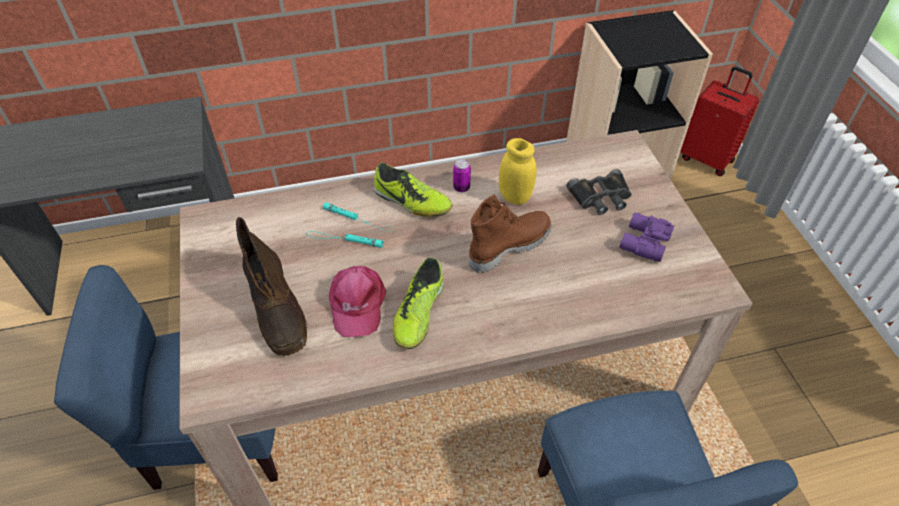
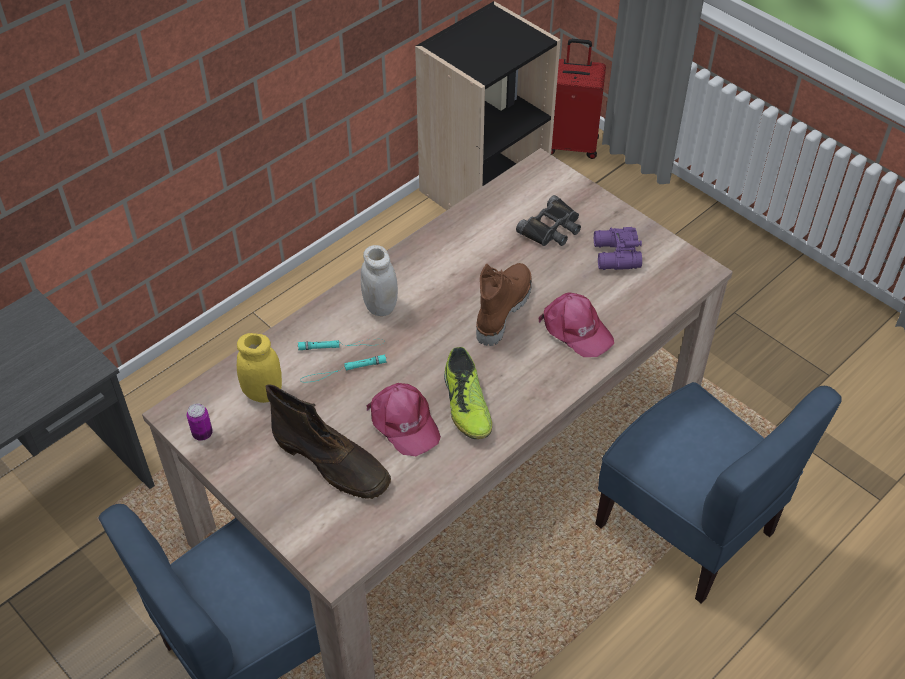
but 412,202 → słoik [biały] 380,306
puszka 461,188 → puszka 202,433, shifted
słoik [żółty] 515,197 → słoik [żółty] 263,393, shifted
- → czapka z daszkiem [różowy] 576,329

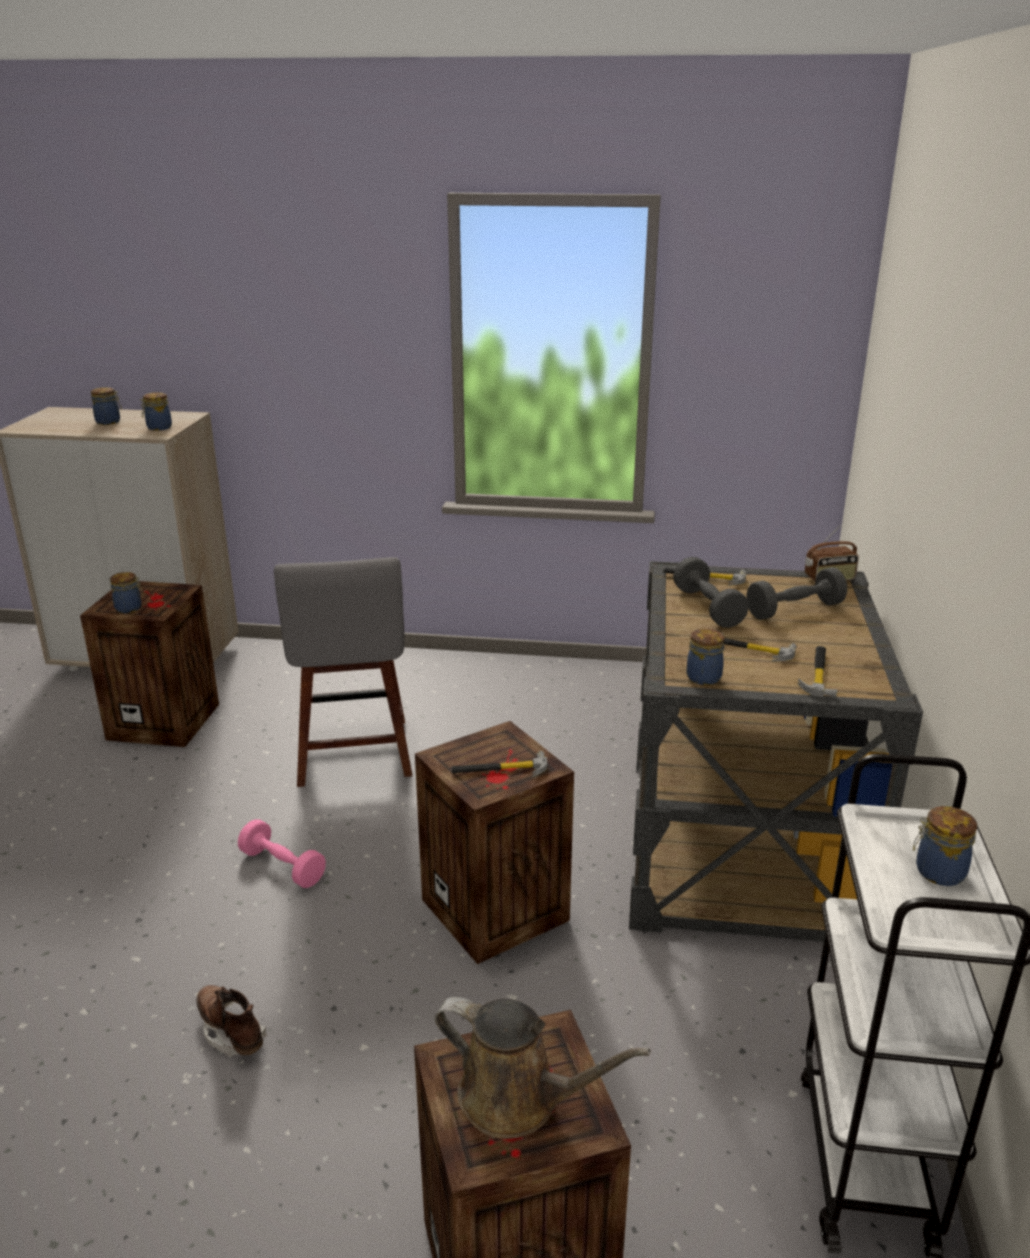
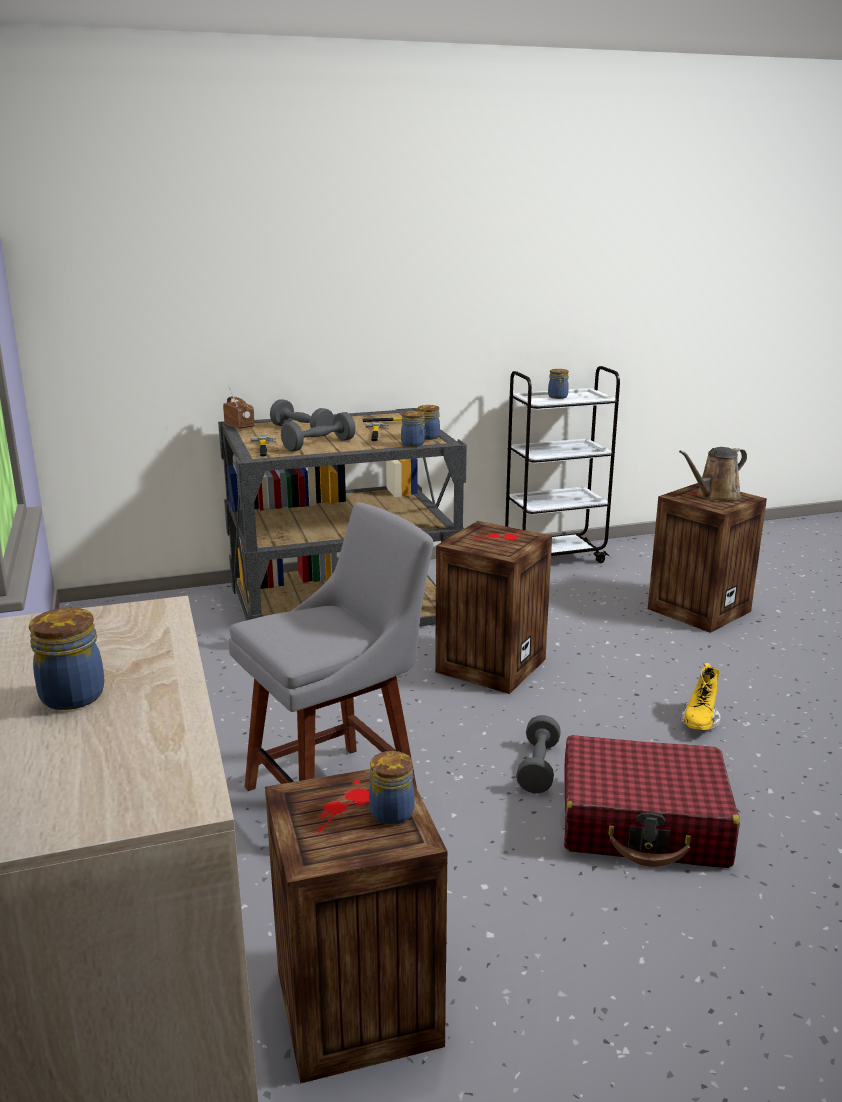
słoik 158,428 → słoik 413,444, shifted
but z cholewką [brązowy] 231,1032 → but z cholewką [żółty] 699,722
hantel [różowy] 283,867 → hantel [szary] 538,767
konewka [brązowy] 518,1099 → konewka [brązowy] 715,496, 120 degrees counterclockwise
młotek 499,770 → -
- → walizka [czerwony] 643,822

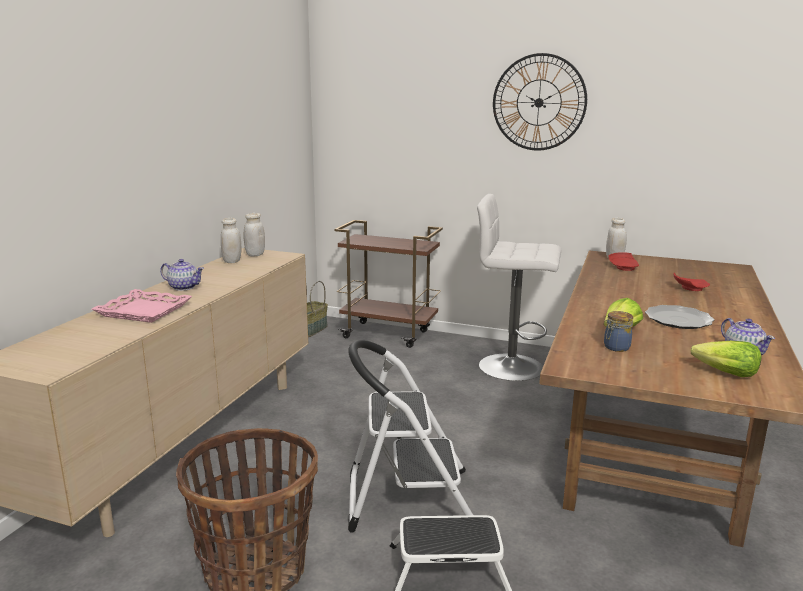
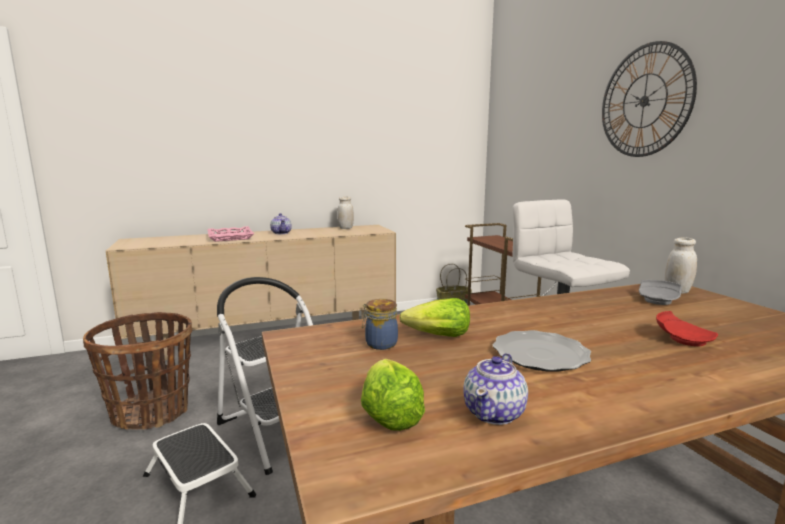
słoik [biały] 255,254 → -
talerz [czerwony] 624,267 → talerz [szary] 658,300

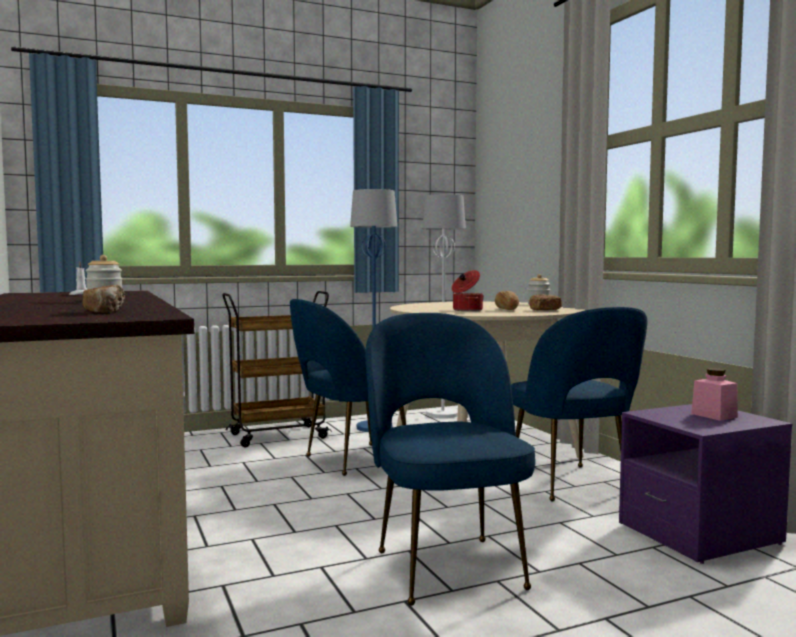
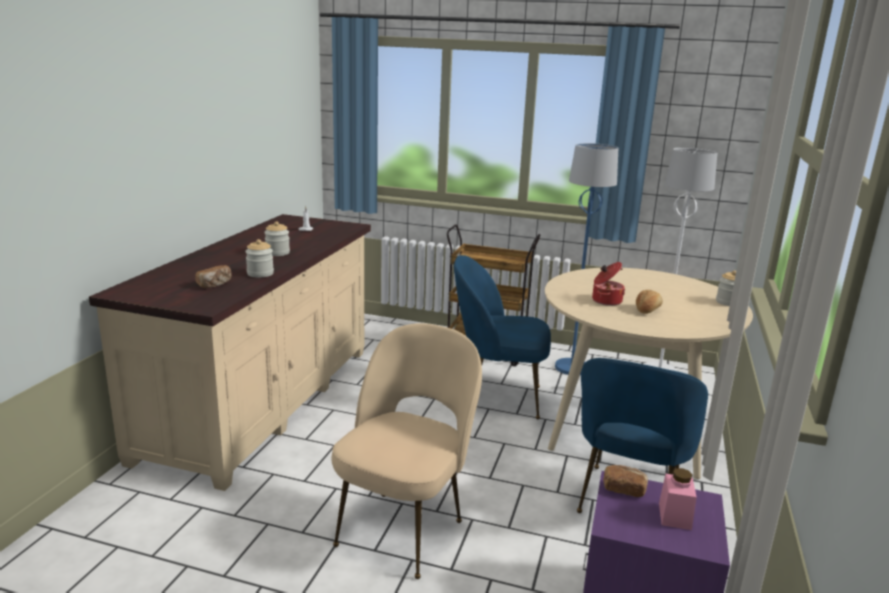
krzesło [niebieski] 446,563 → krzesło [beżowy] 405,527
chleb 544,310 → chleb 623,489, shifted
- → słoik 260,273

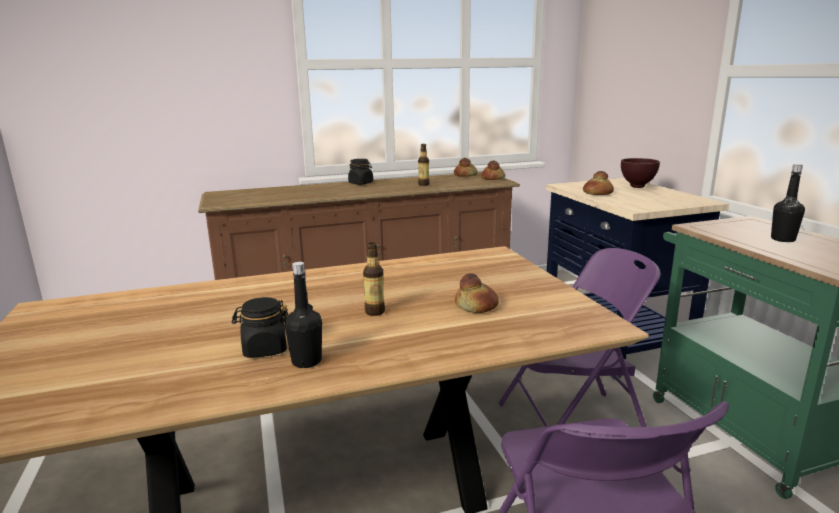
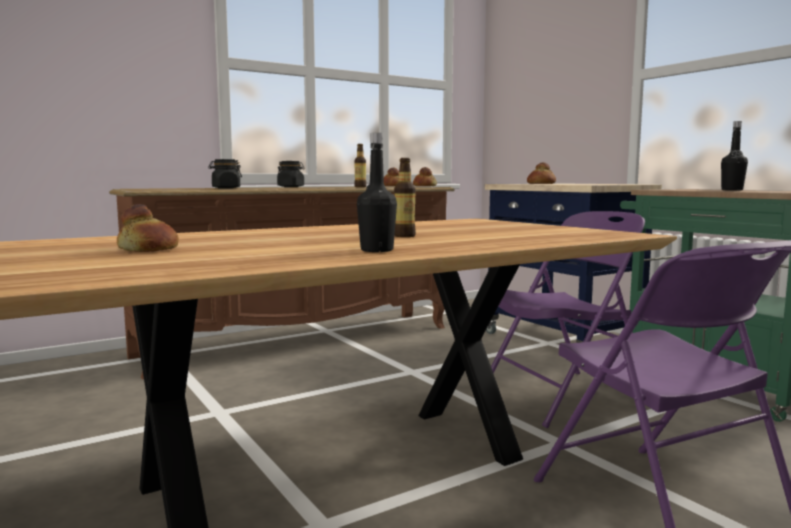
słoik [czarny] 265,349 → słoik [czarny] 226,188, shifted
chleb 476,305 → chleb 149,249, shifted
miska [brązowy] 636,186 → -

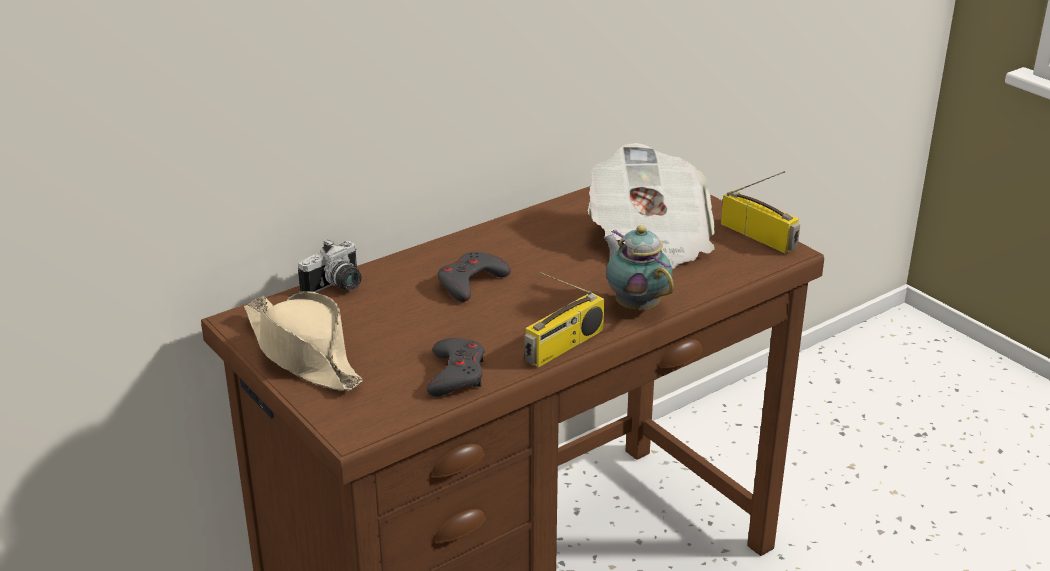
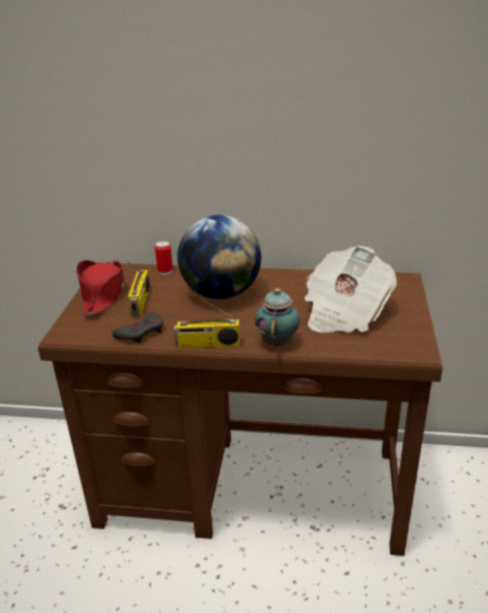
kapelusz [beżowy] 303,354 → kapelusz [czerwony] 103,294
aparat fotograficzny 337,287 → puszka 165,271
pad do gier [szary] 470,282 → globus 221,293
radio 760,236 → radio 141,302, shifted

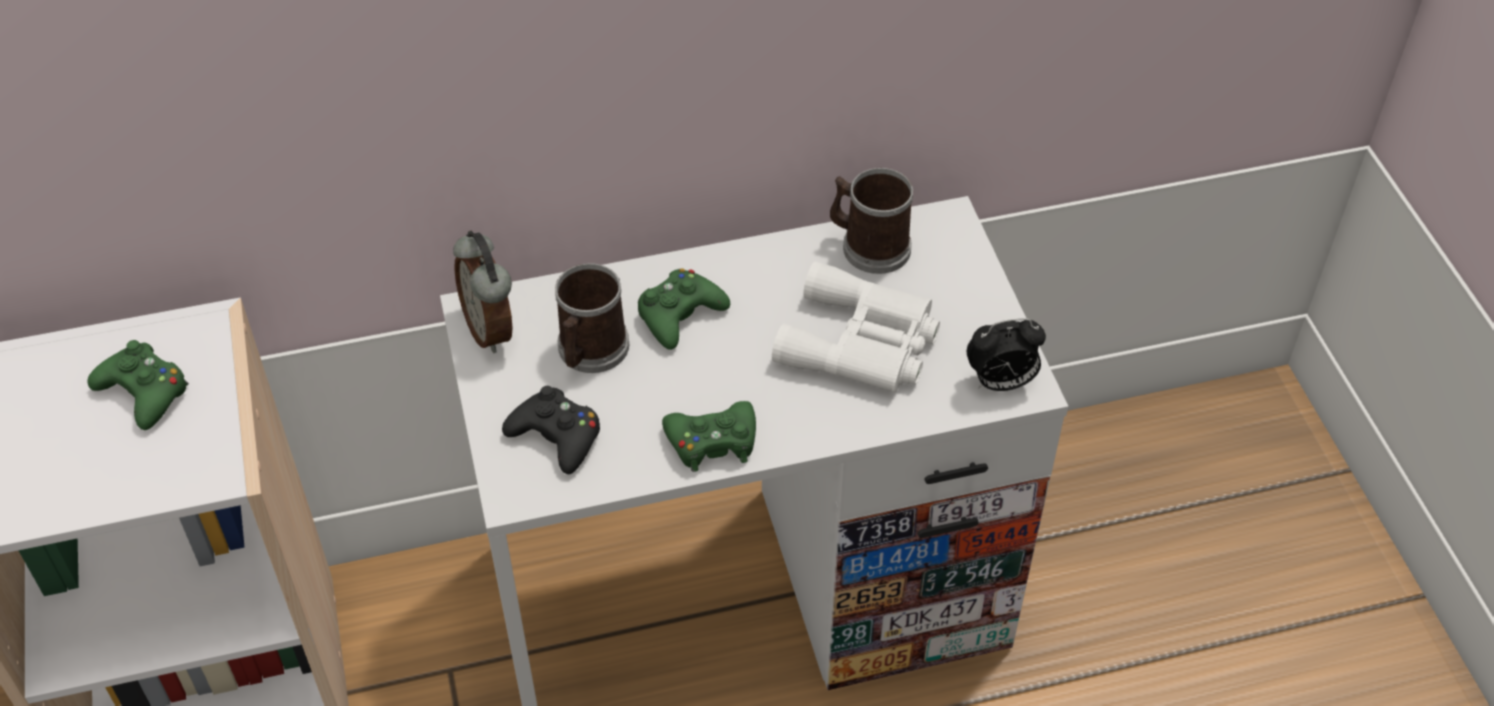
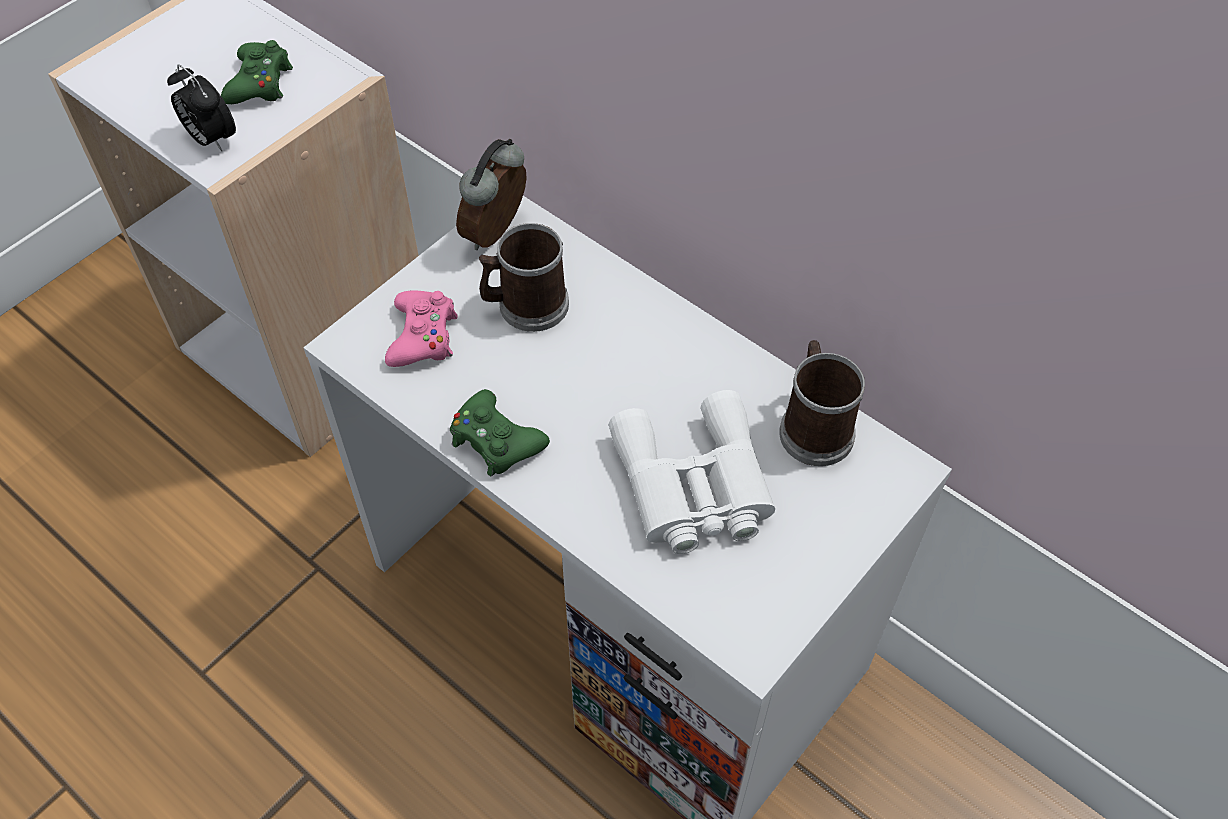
pad do gier [czarny] 557,436 → pad do gier [różowy] 423,336
pad do gier [zielony] 679,315 → -
budzik 1000,382 → budzik 211,139, shifted

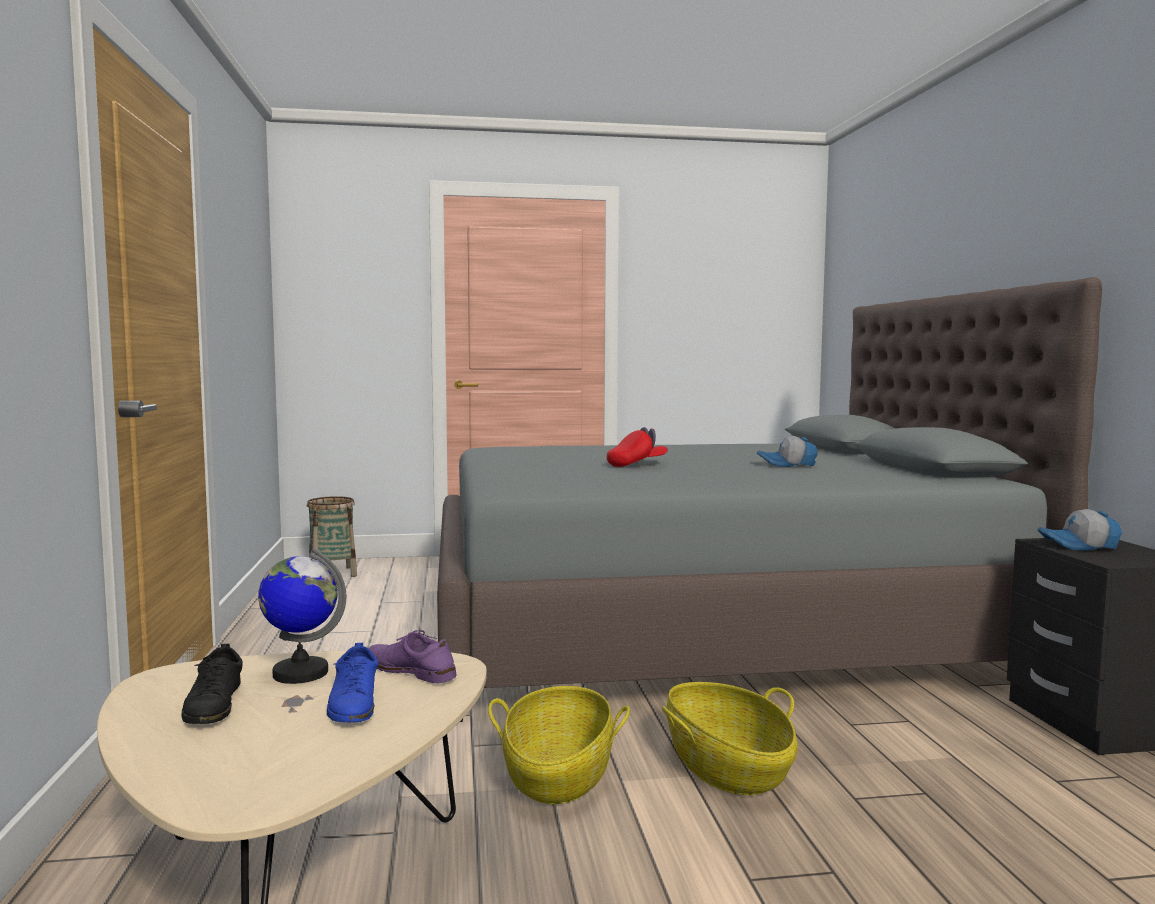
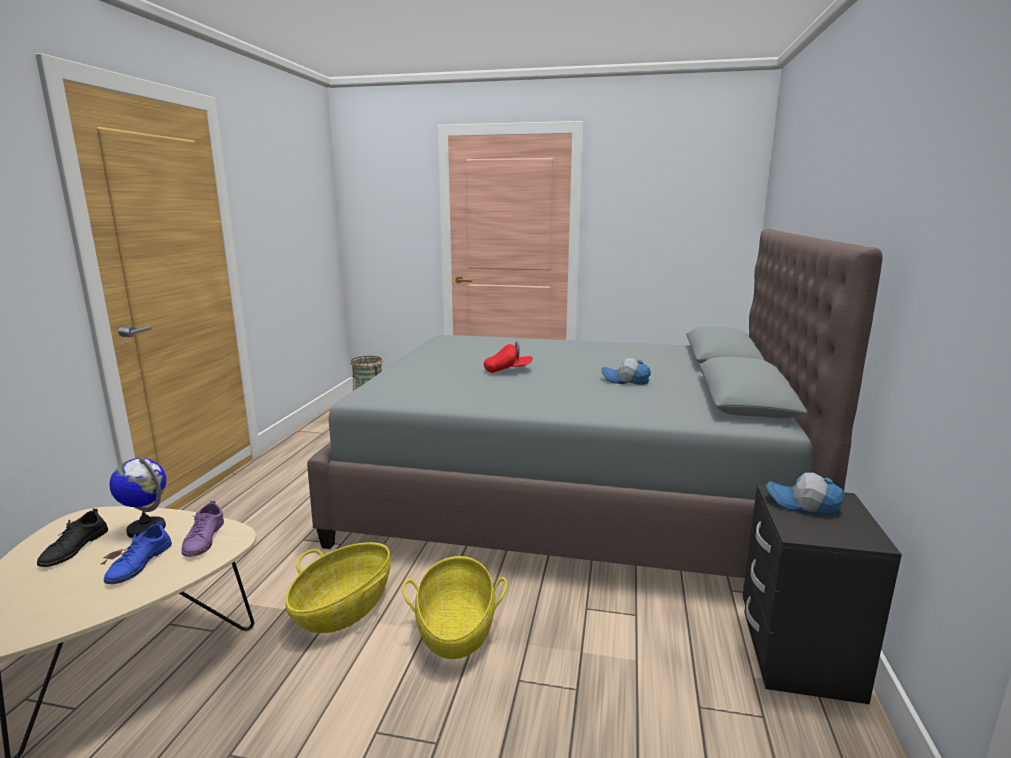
but [fioletowy] 410,670 → but [fioletowy] 204,539, 150 degrees counterclockwise

